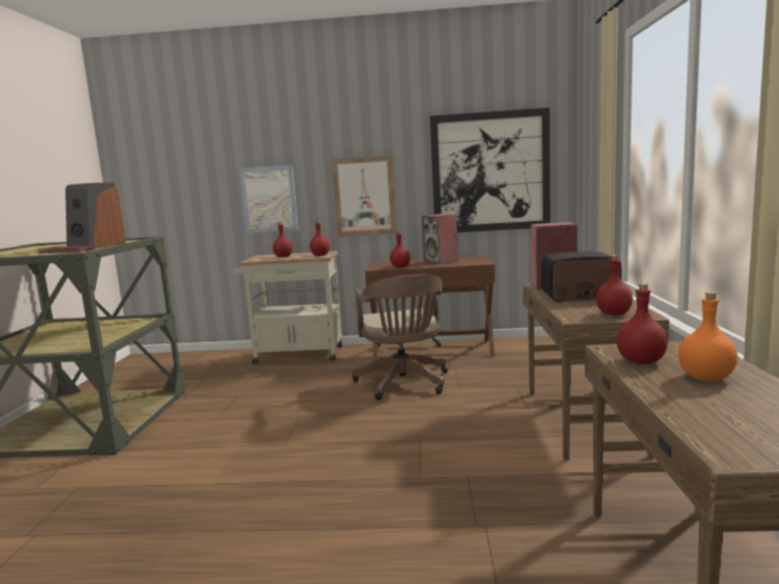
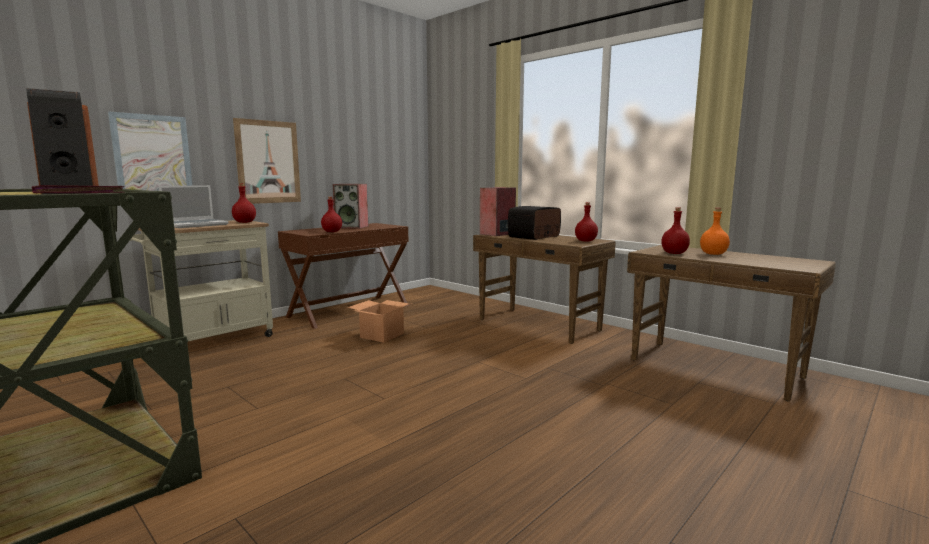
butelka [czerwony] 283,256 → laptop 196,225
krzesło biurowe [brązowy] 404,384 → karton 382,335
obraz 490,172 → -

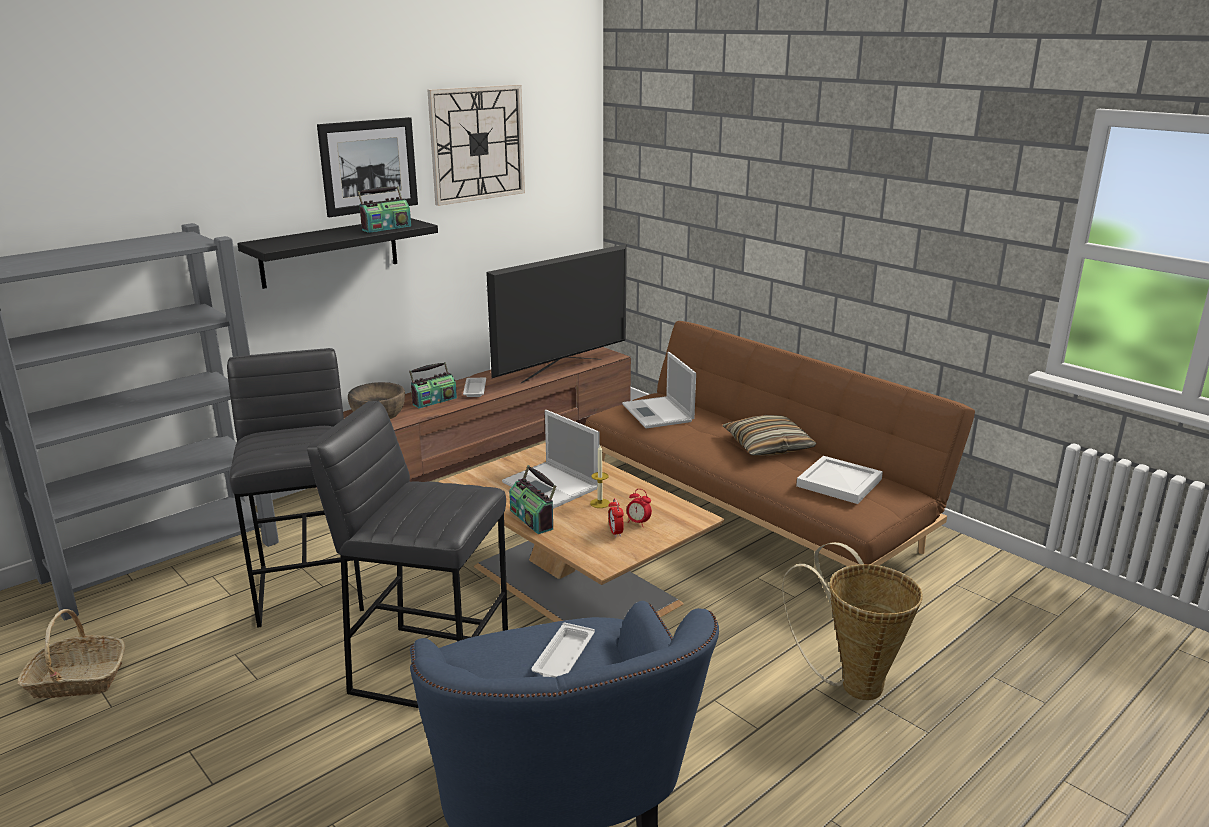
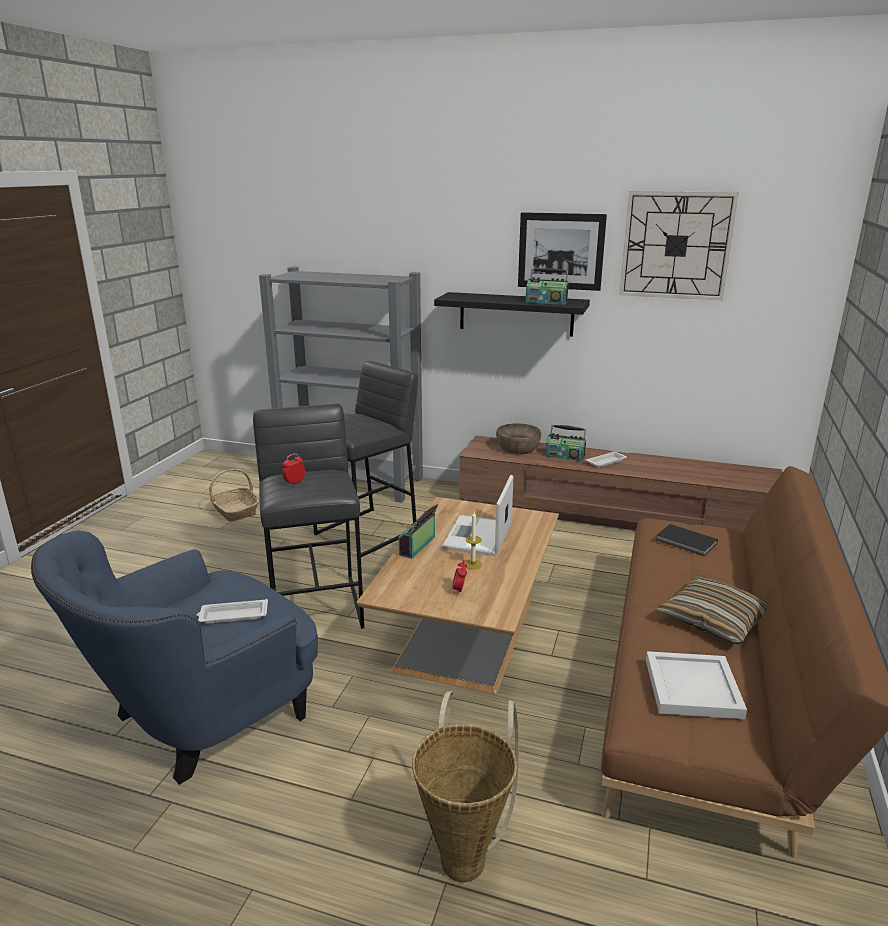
telewizor 561,370 → -
budzik 615,532 → budzik 294,483, shifted
laptop 658,413 → książka [czarny] 686,542

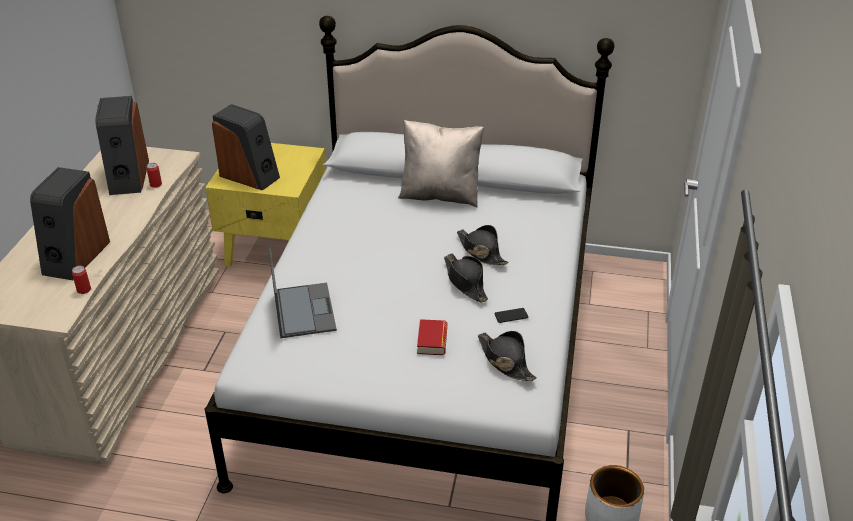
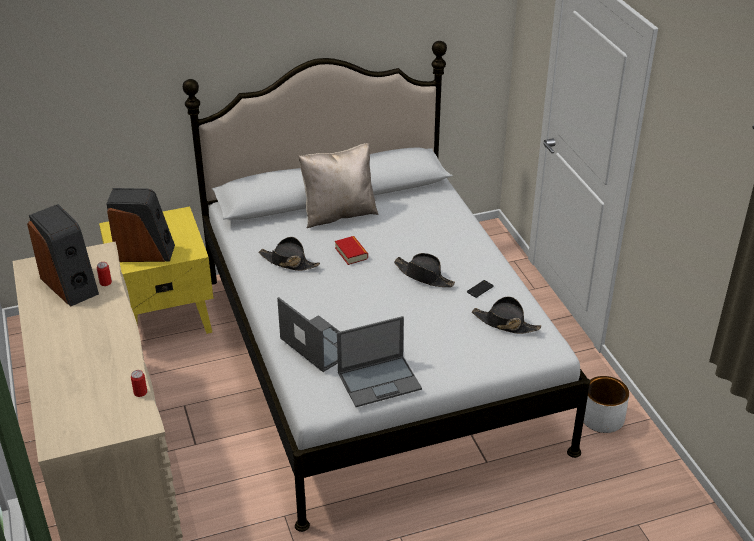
głośnik 75,257 → -
książka 432,341 → książka 351,253, shifted
kapelusz [czarny] 481,251 → kapelusz [czarny] 288,262, shifted
- → laptop 380,380

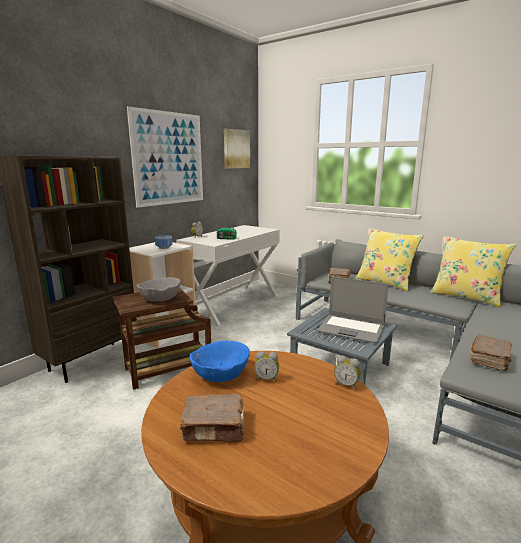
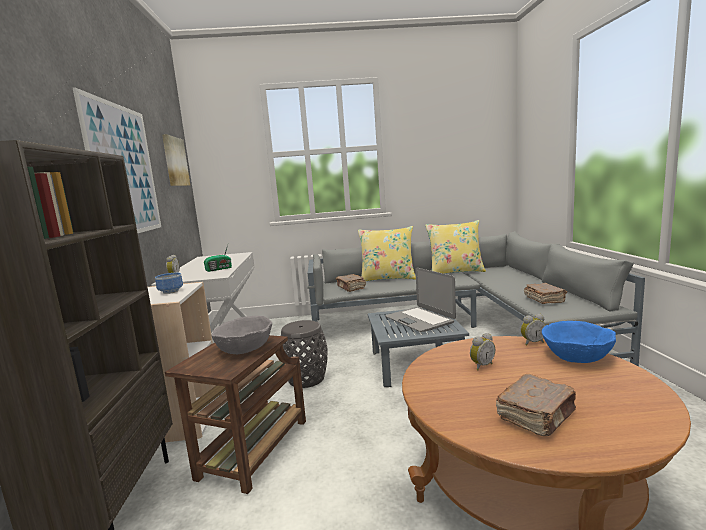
miska [niebieski] 220,374 → miska [niebieski] 576,357, shifted
laptop 351,329 → laptop 420,320, 75 degrees clockwise
- → stołek [szary] 306,379

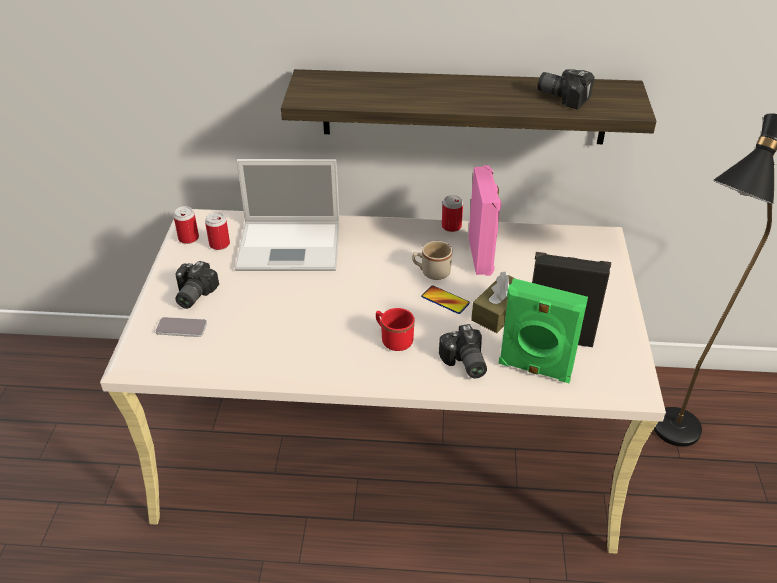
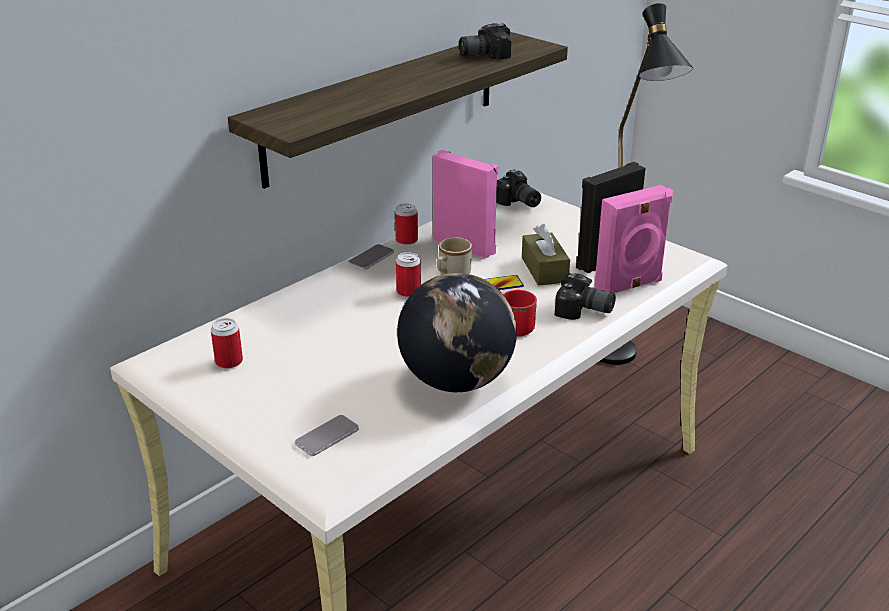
puszka 188,238 → puszka 408,292, shifted
aparat fotograficzny 192,295 → aparat fotograficzny 517,203, shifted
laptop 291,246 → -
głośnik [zielony] 534,369 → głośnik [różowy] 629,286
- → telefon 371,258
- → globus 456,381

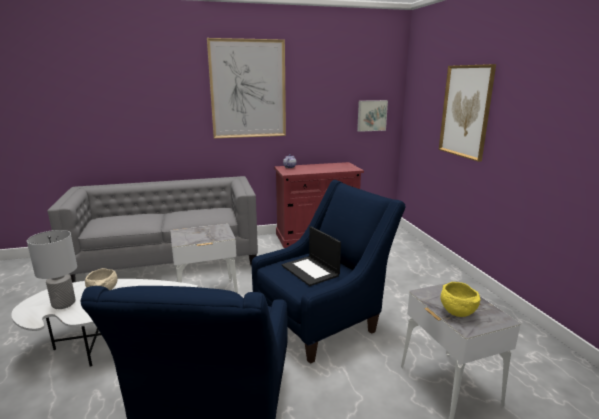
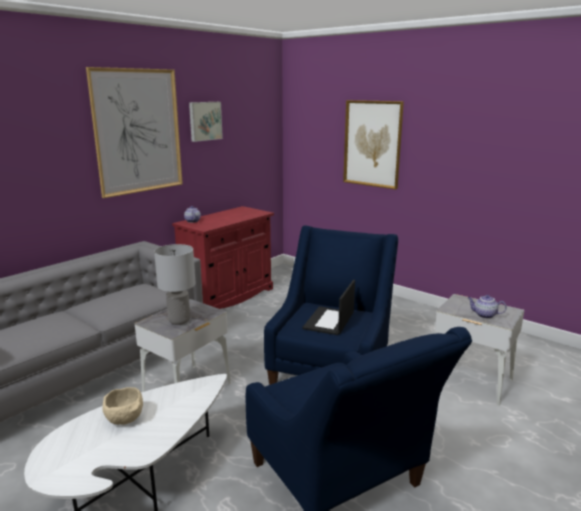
lampa stołowa [szary] 64,305 → lampa stołowa [szary] 179,322, shifted
laptop 311,271 → laptop 329,321, 90 degrees clockwise
obraz 371,115 → obraz 204,121, shifted
miska [żółty] 456,312 → imbryk 484,315

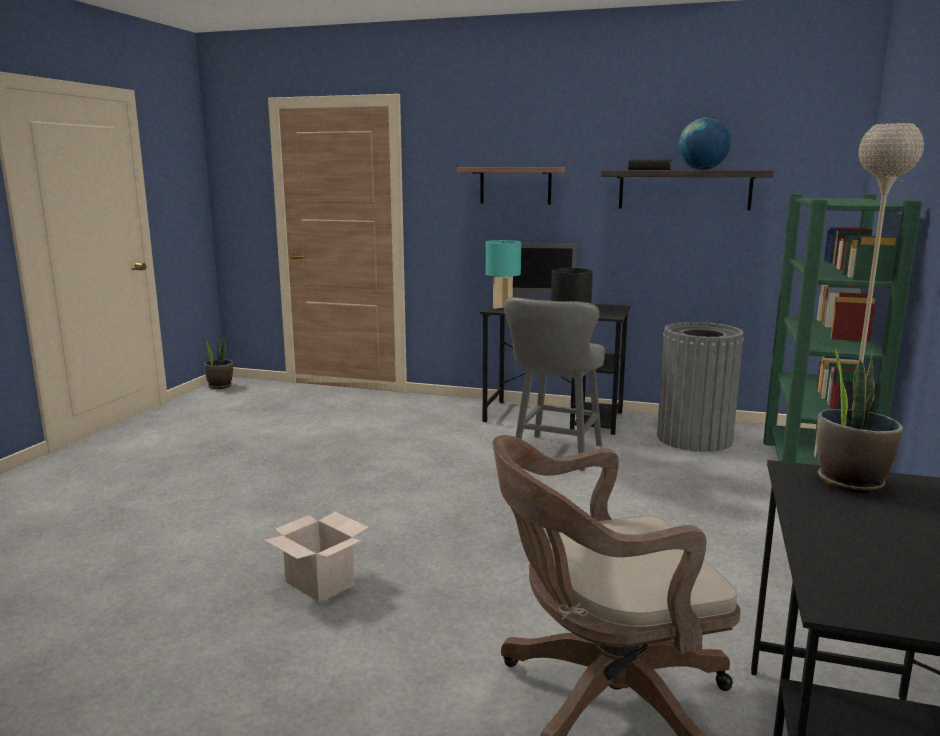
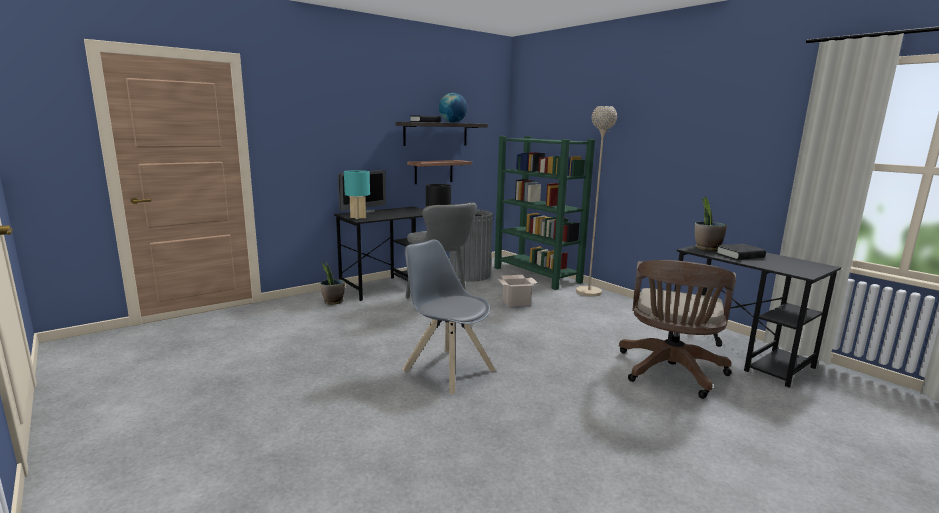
roślina doniczkowa 220,386 → roślina doniczkowa 333,302, shifted
karton 321,583 → karton 516,302, shifted
półka 515,185 → półka 433,171, shifted
- → krzesło [szary] 447,369
- → książka [czarny] 740,255

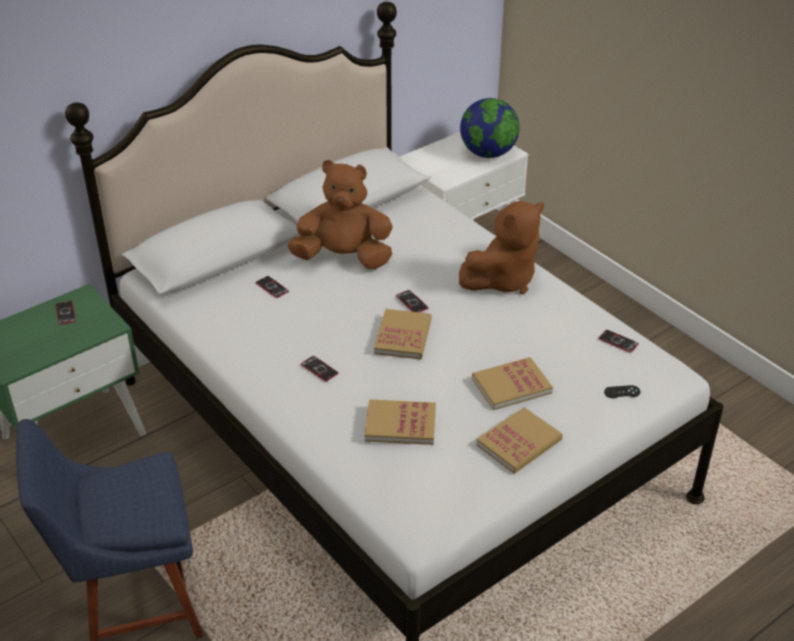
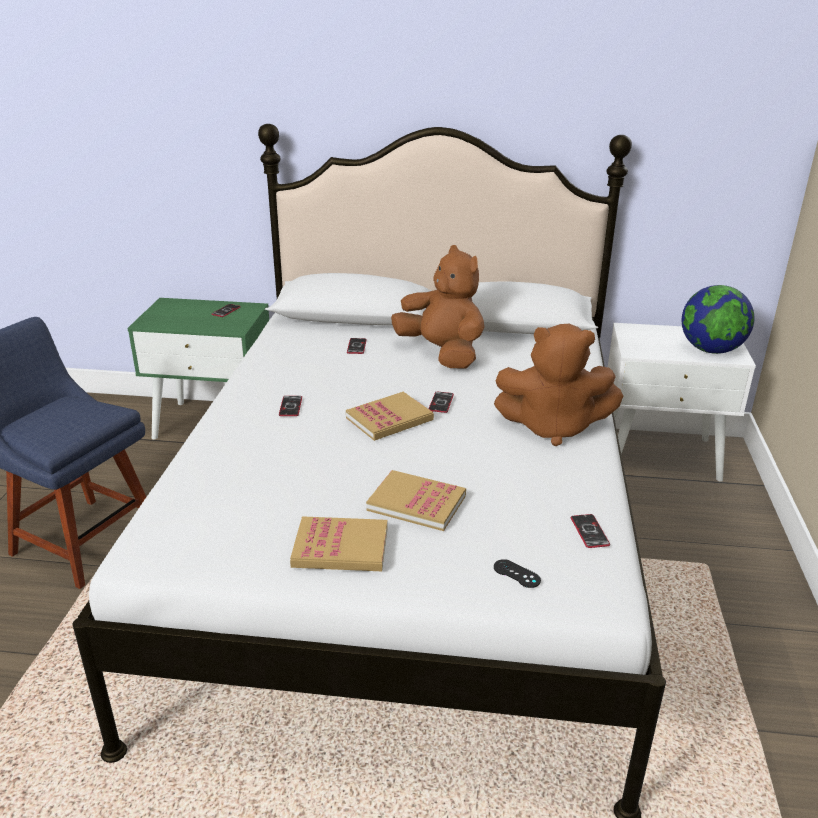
książka 400,424 → -

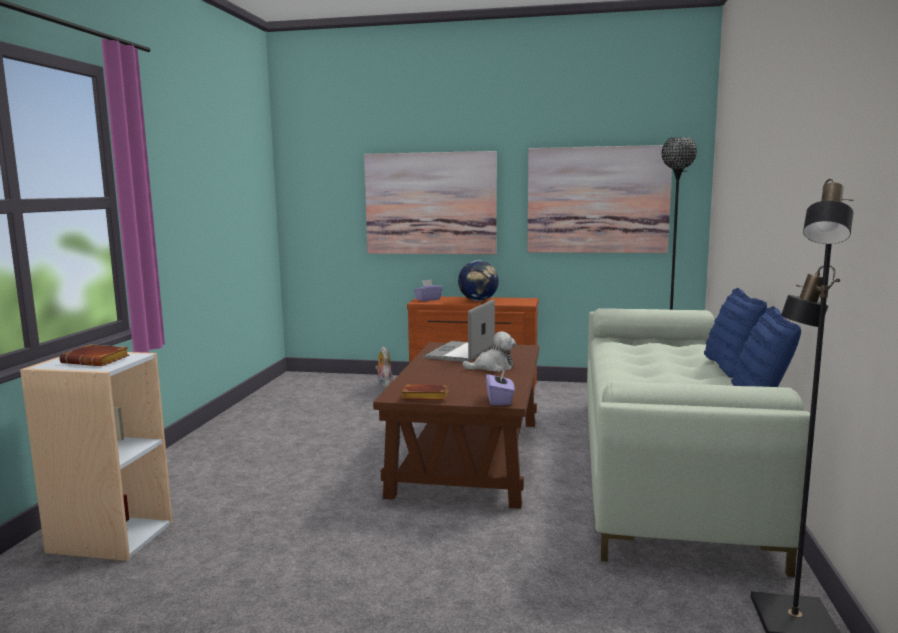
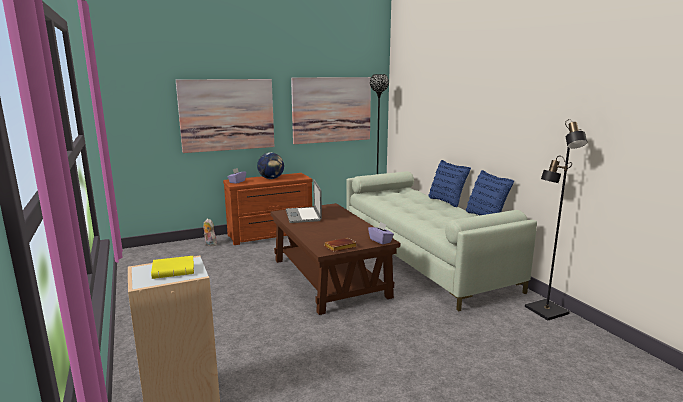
książka [brązowy] 98,361 → książka [żółty] 175,270
pluszak 492,367 → -

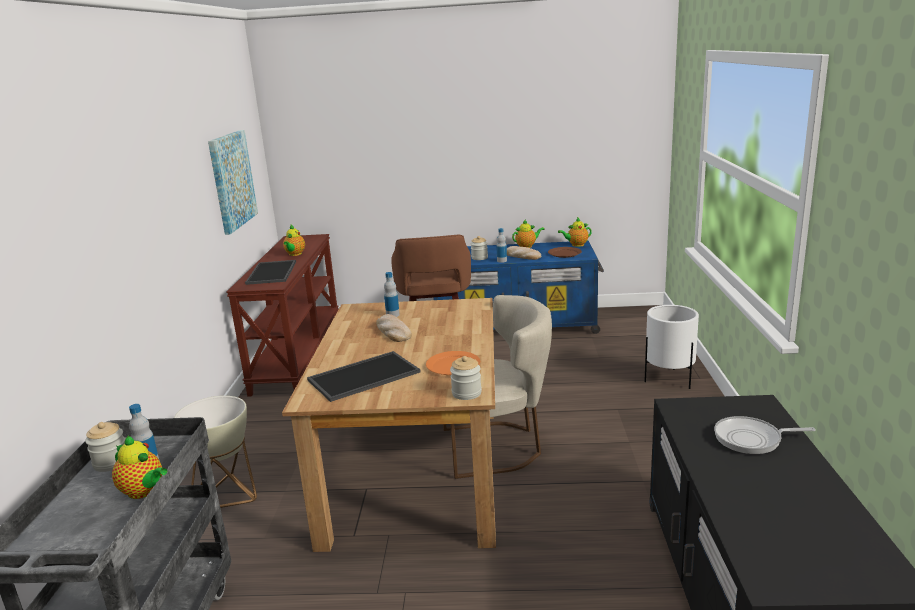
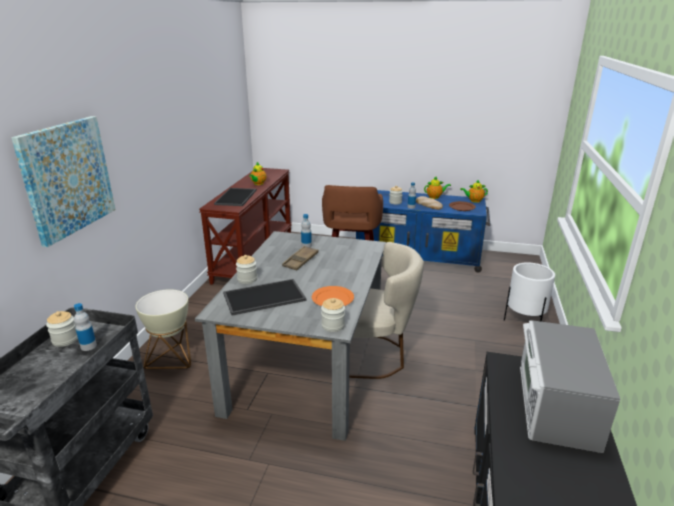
imbryk 144,492 → -
obraz 232,180 → obraz 67,178, shifted
stół jadalny [brązowy] 415,471 → stół jadalny [szary] 306,365
chleb 393,331 → taca [brązowy] 300,261
patelnia 751,439 → mikrofalówka 554,405
- → słoik 247,279

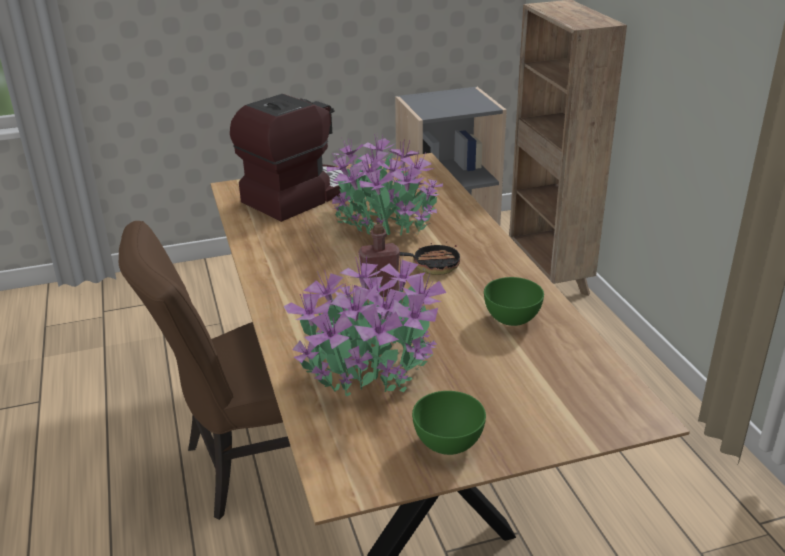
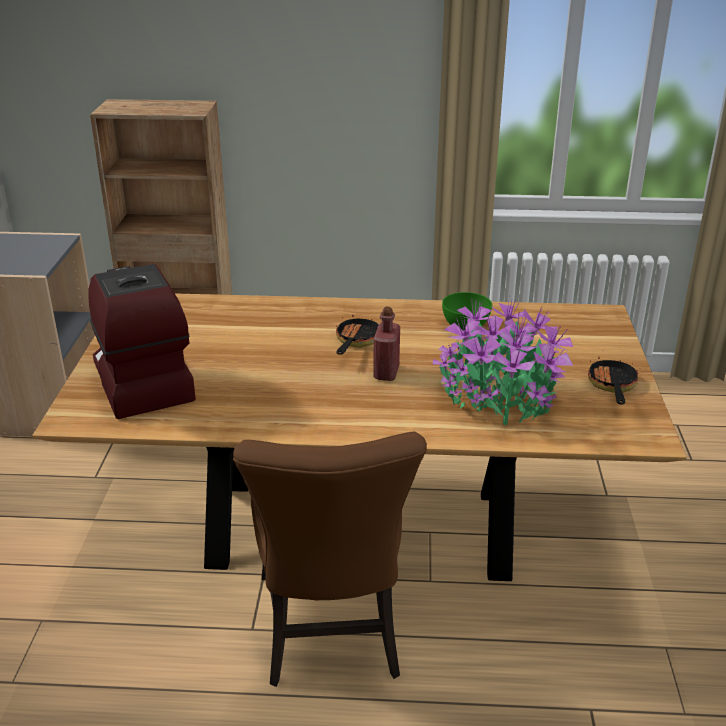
roślina doniczkowa 384,221 → -
miska [zielony] 447,443 → patelnia 612,386

